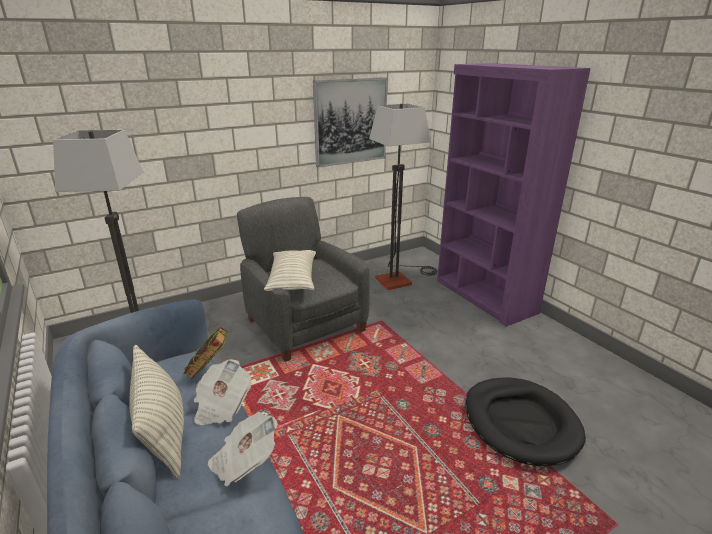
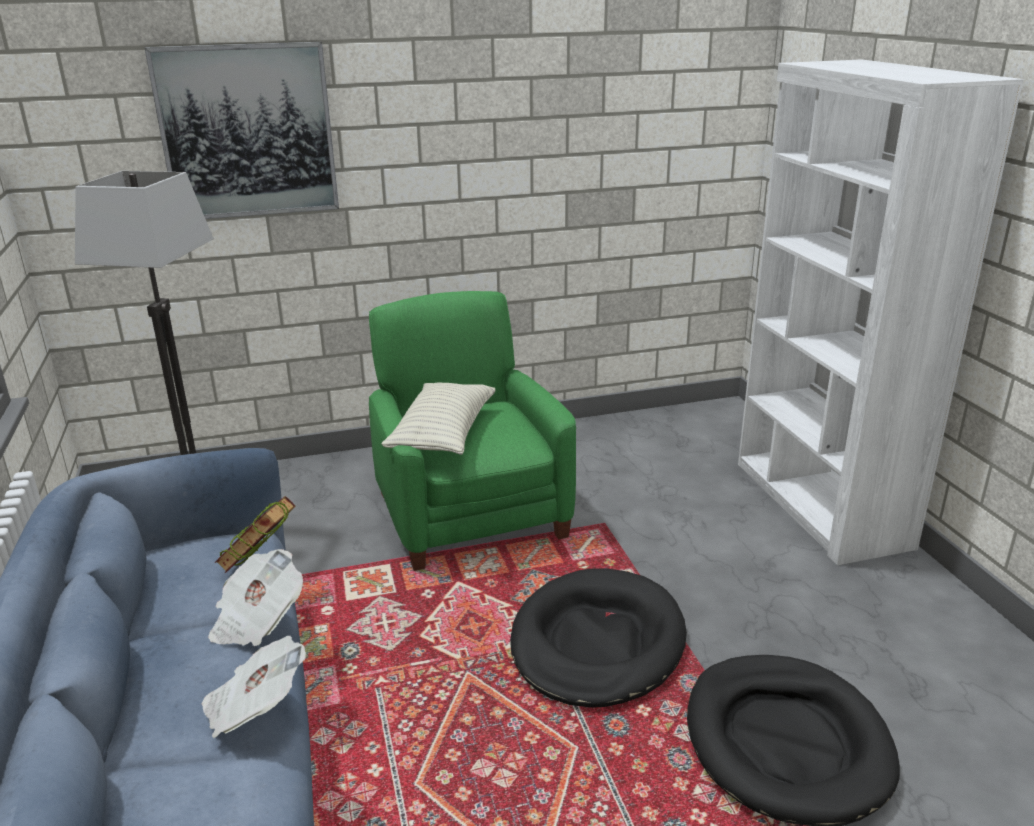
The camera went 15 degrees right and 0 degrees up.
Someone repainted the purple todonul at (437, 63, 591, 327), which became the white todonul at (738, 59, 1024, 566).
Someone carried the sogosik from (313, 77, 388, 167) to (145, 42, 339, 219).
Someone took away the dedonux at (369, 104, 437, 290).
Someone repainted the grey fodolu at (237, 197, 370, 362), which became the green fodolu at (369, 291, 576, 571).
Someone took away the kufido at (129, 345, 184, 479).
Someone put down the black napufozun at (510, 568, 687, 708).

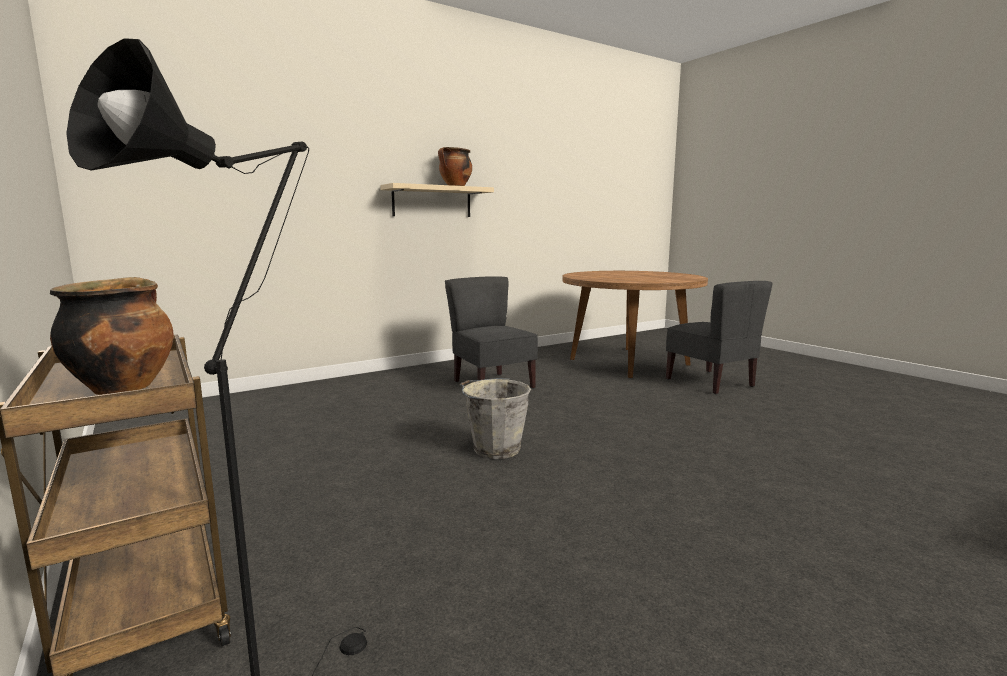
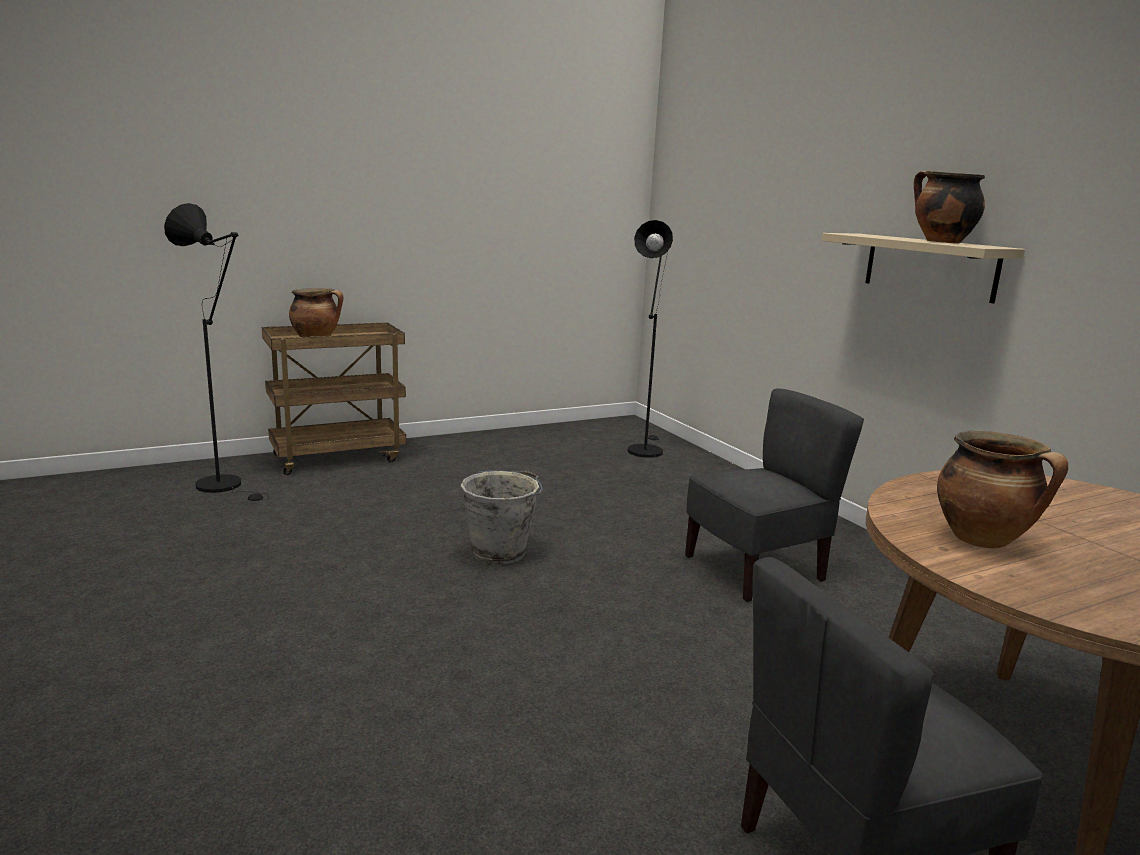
The camera went 95 degrees right and 5 degrees up.
Someone put down the black dedonux at (628, 220, 673, 458).
Someone put down the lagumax at (937, 431, 1068, 548).

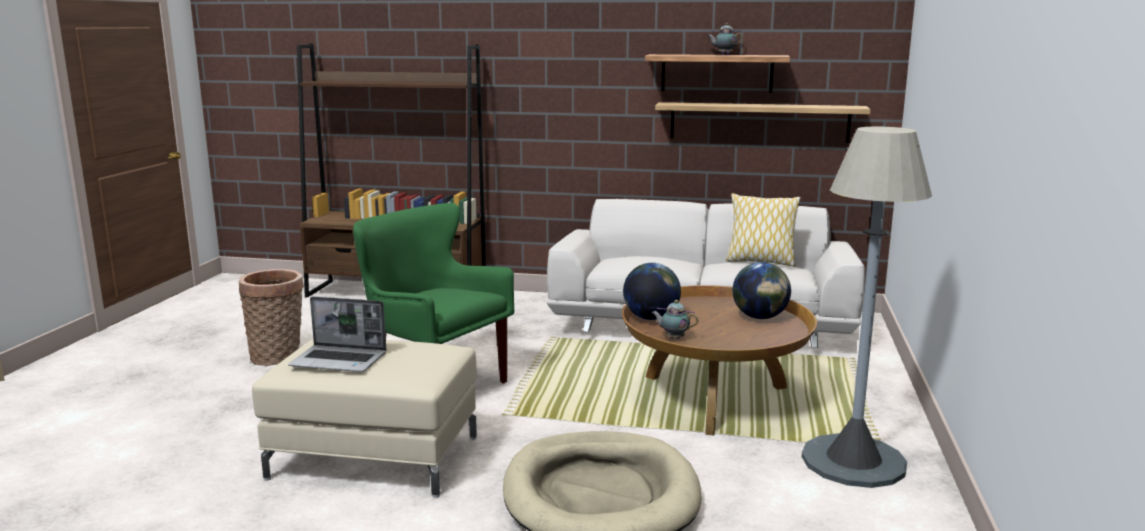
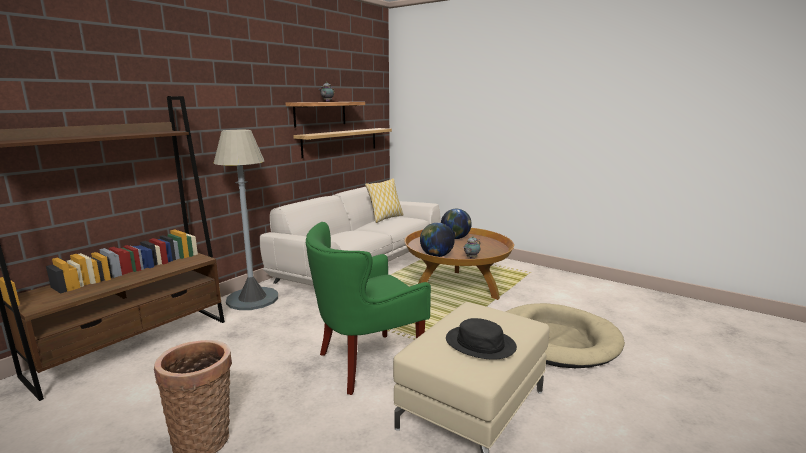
The camera went 65 degrees left and 0 degrees up.
Someone carried the grey dedonux from (802, 127, 932, 488) to (214, 130, 278, 310).
Someone swapped the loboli at (288, 296, 386, 372) for the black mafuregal at (446, 318, 517, 360).

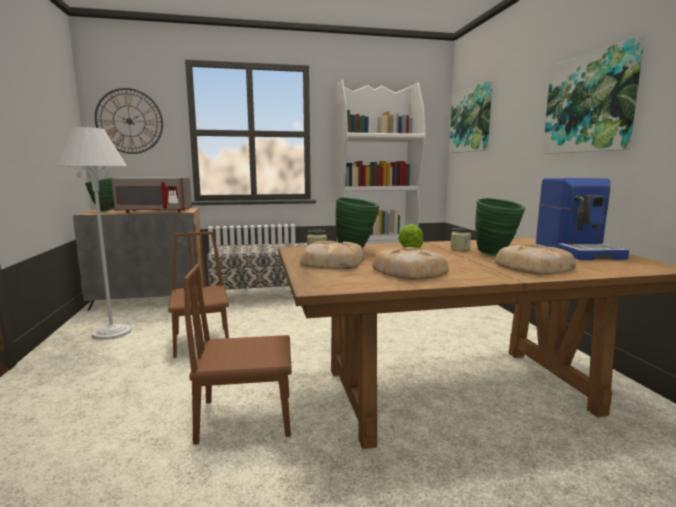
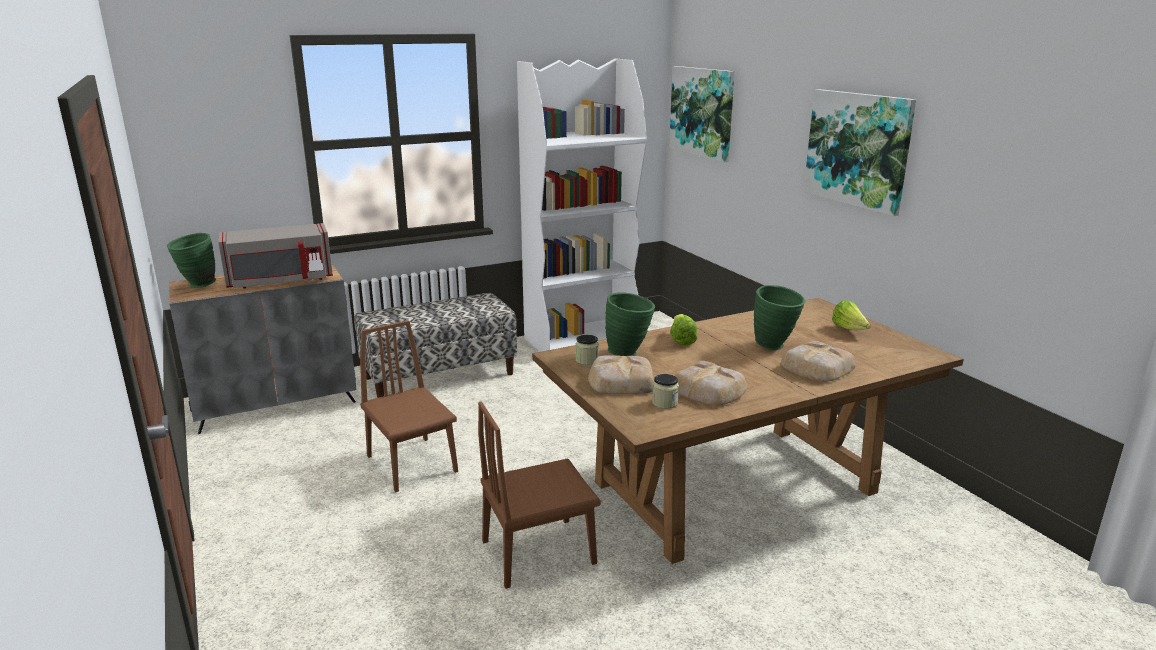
The camera went 15 degrees left and 10 degrees up.
Someone took away the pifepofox at (95, 88, 163, 154).
Someone took away the white dedonux at (57, 127, 132, 340).
Someone swapped the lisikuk at (536, 178, 629, 260) for the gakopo at (832, 300, 871, 330).
Someone carried the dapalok from (450, 228, 471, 251) to (652, 374, 679, 409).

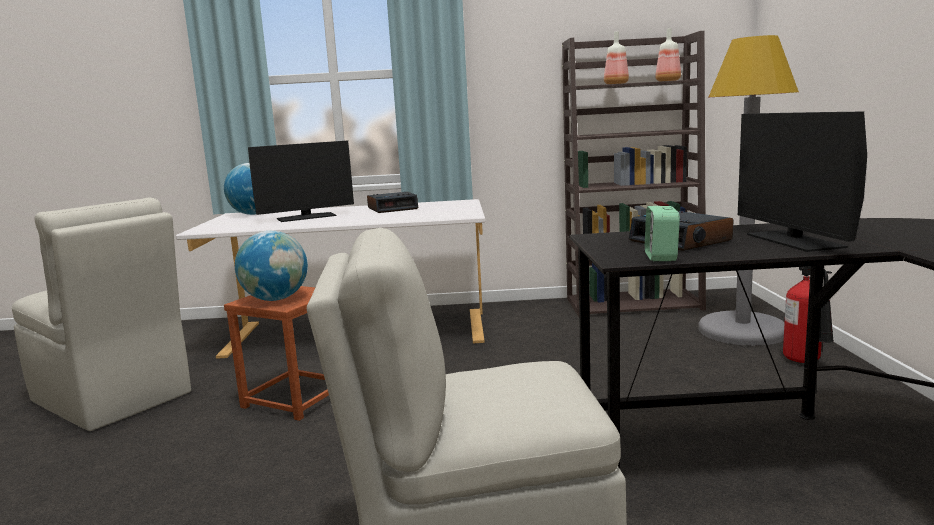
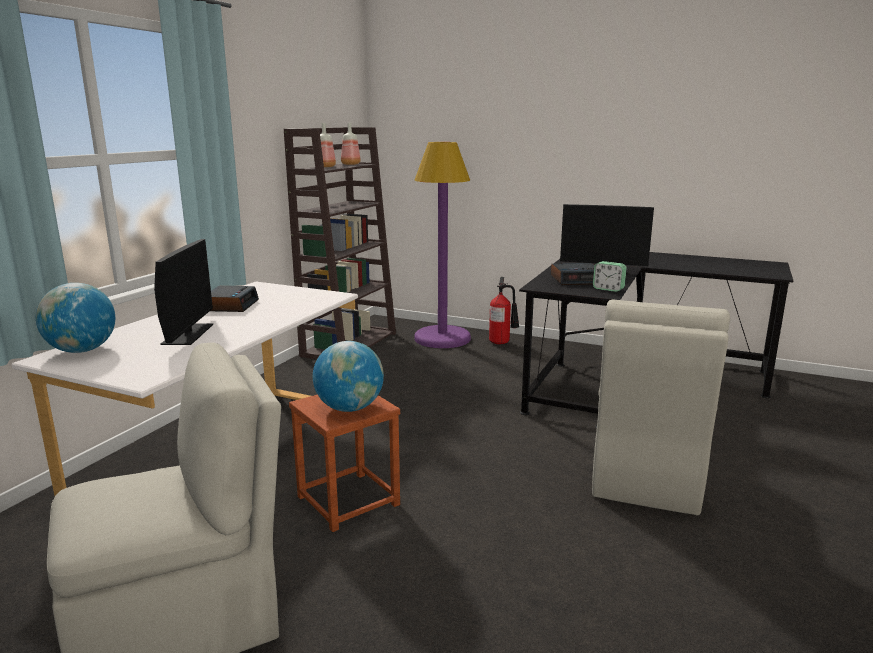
The camera went 65 degrees left and 5 degrees up.
Someone repainted the grey dedonux at (698, 35, 799, 346), which became the purple dedonux at (414, 142, 471, 348).

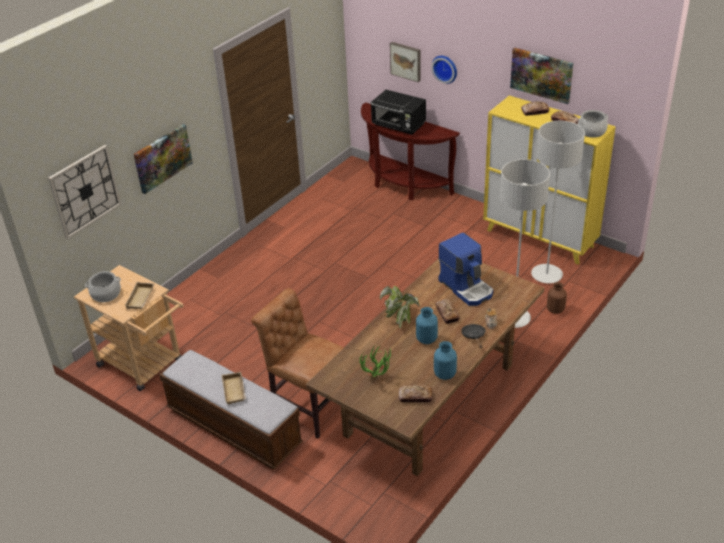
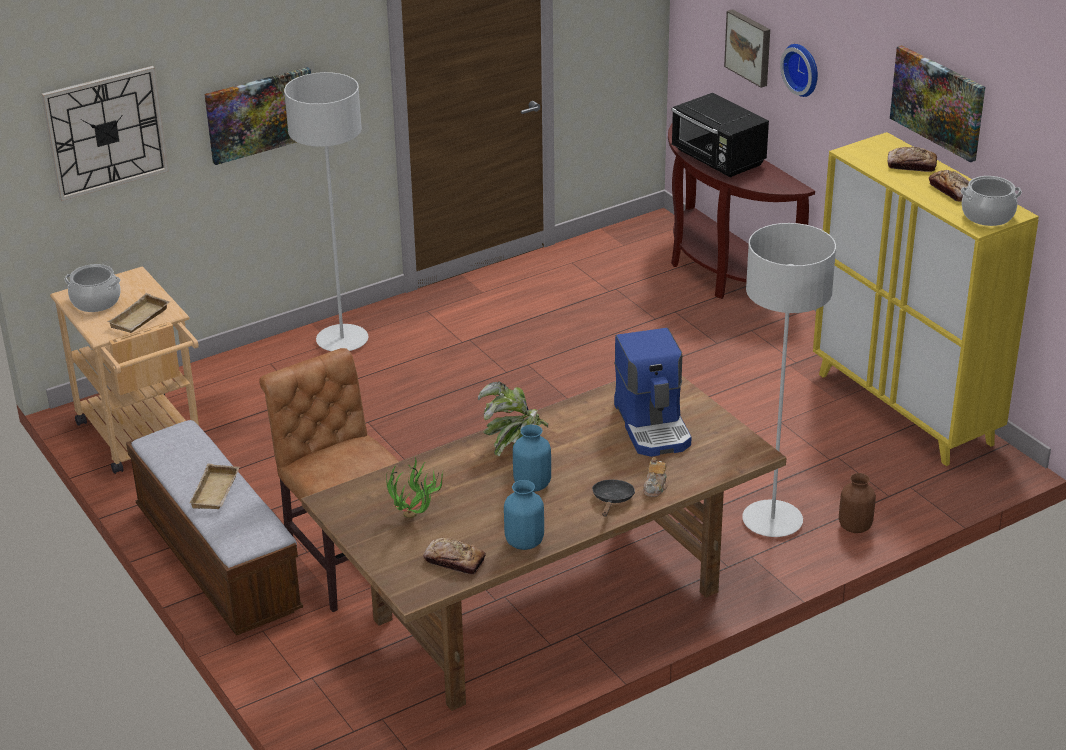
The camera went 20 degrees right and 5 degrees down.
Someone carried the grey dedonux from (531, 121, 585, 283) to (284, 72, 368, 351).
Someone took away the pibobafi at (435, 299, 460, 324).

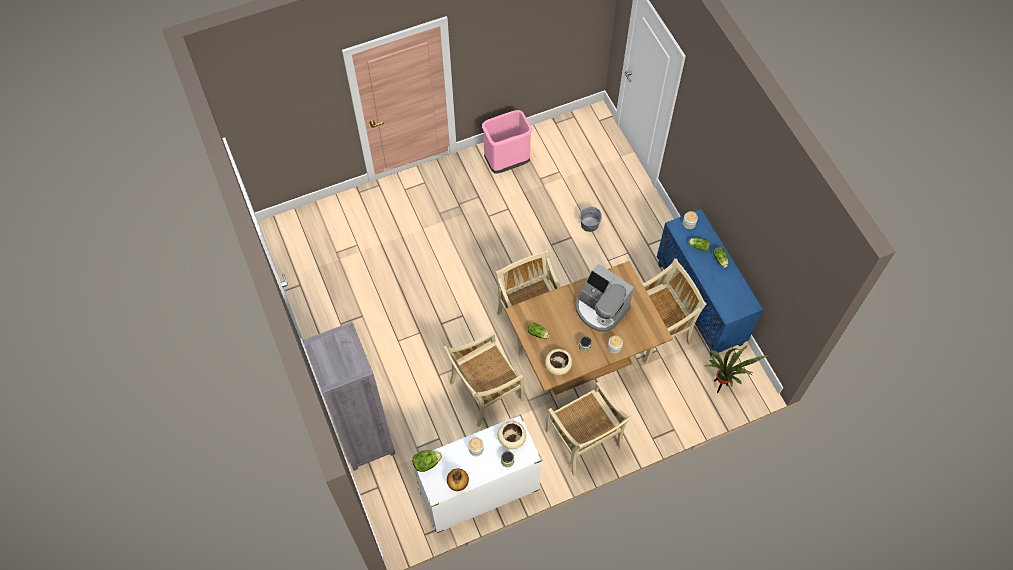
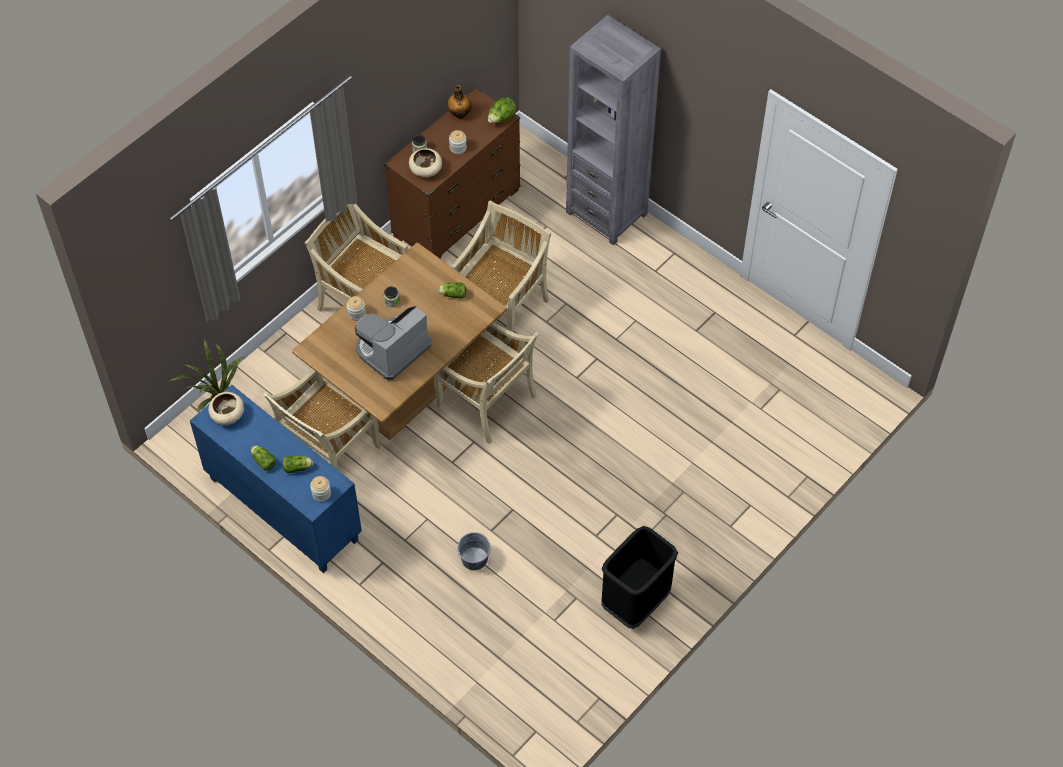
The camera went 155 degrees right and 5 degrees down.
Someone repainted the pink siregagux at (482, 110, 532, 173), which became the black siregagux at (601, 526, 678, 629).
Someone rotated the lisikuk at (576, 264, 634, 332) by 60 degrees counterclockwise.
Someone carried the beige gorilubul from (545, 349, 572, 375) to (208, 392, 244, 425).
Someone repainted the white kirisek at (414, 414, 542, 533), which became the brown kirisek at (384, 88, 521, 259).

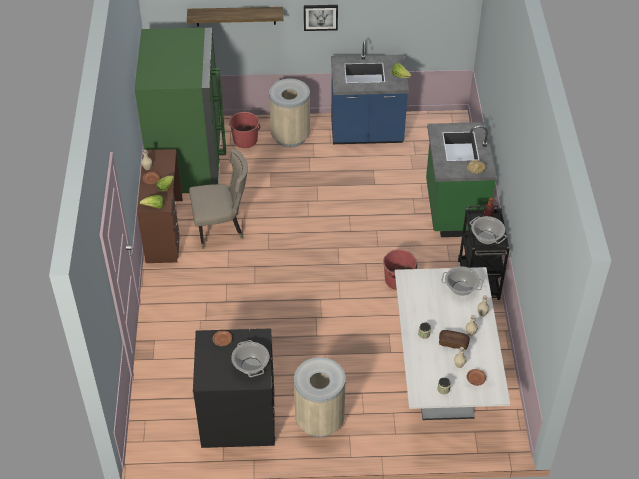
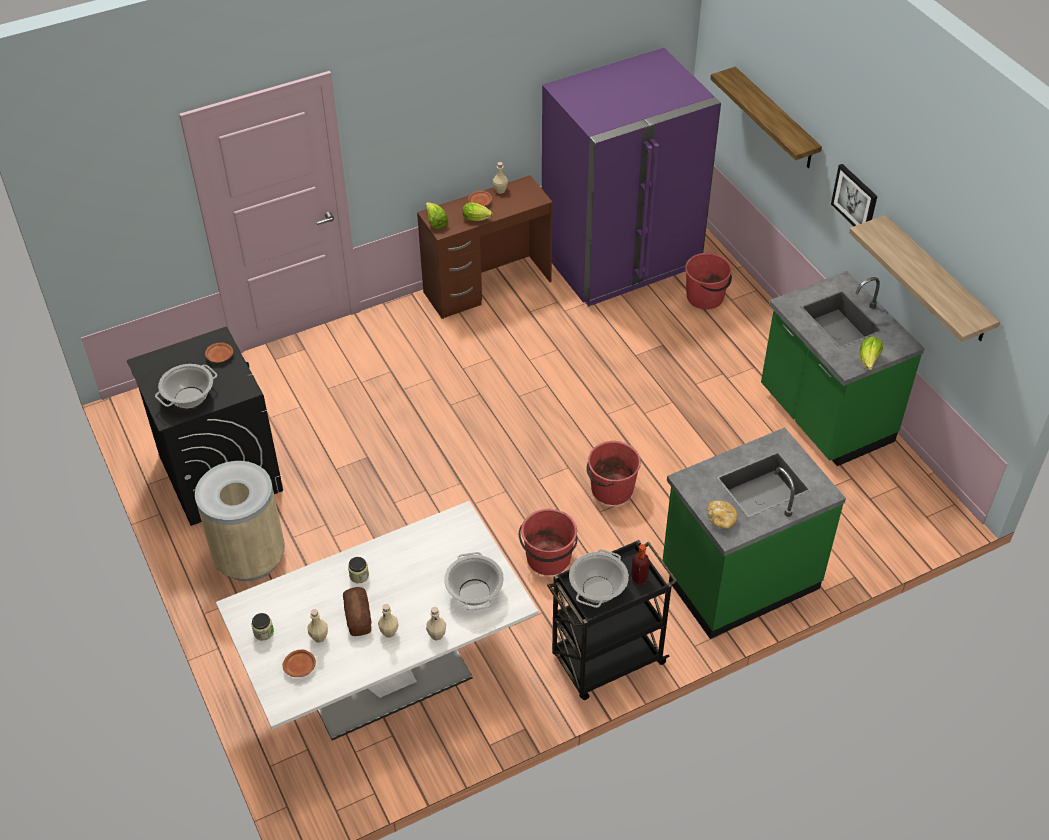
The camera went 65 degrees right and 0 degrees up.
Someone repainted the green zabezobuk at (135, 28, 226, 193), which became the purple zabezobuk at (542, 48, 721, 307).
Someone repainted the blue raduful at (331, 41, 409, 144), which became the green raduful at (761, 271, 925, 466).
Someone took away the beige siregagux at (269, 78, 310, 148).
Someone took away the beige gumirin at (189, 148, 248, 249).
Someone put up the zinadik at (849, 215, 1000, 342).
Someone put down the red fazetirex at (586, 441, 641, 505).

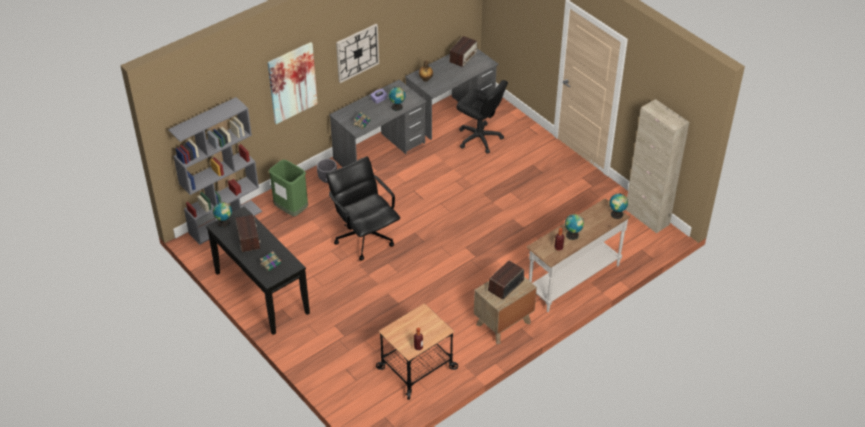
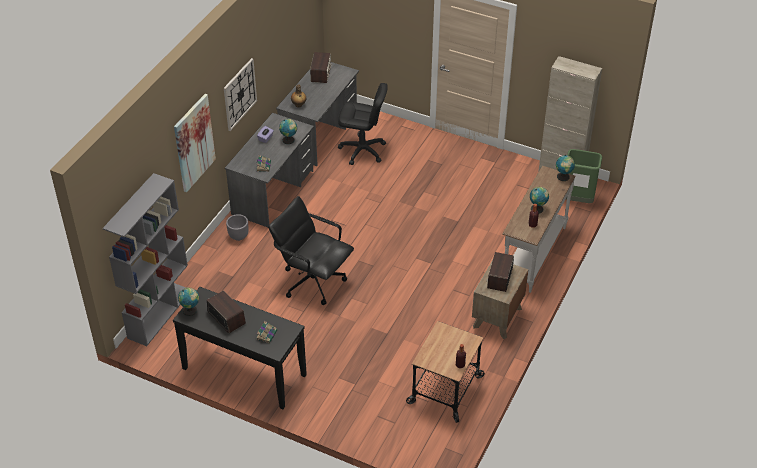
The camera went 25 degrees left and 0 degrees up.
Someone carried the green siregagux from (269, 159, 308, 216) to (566, 149, 602, 203).

